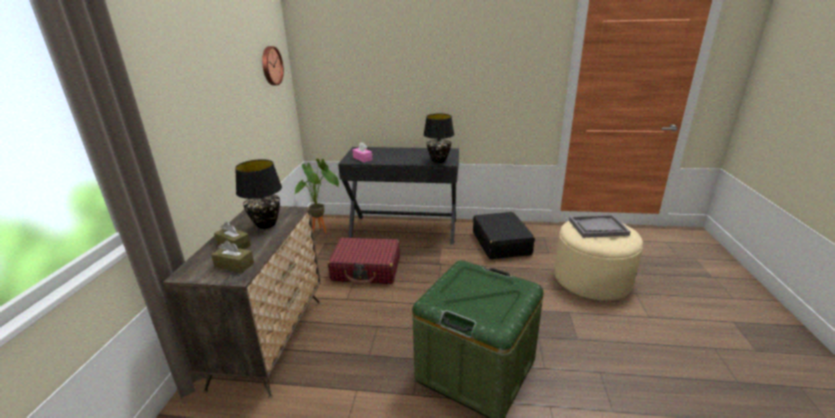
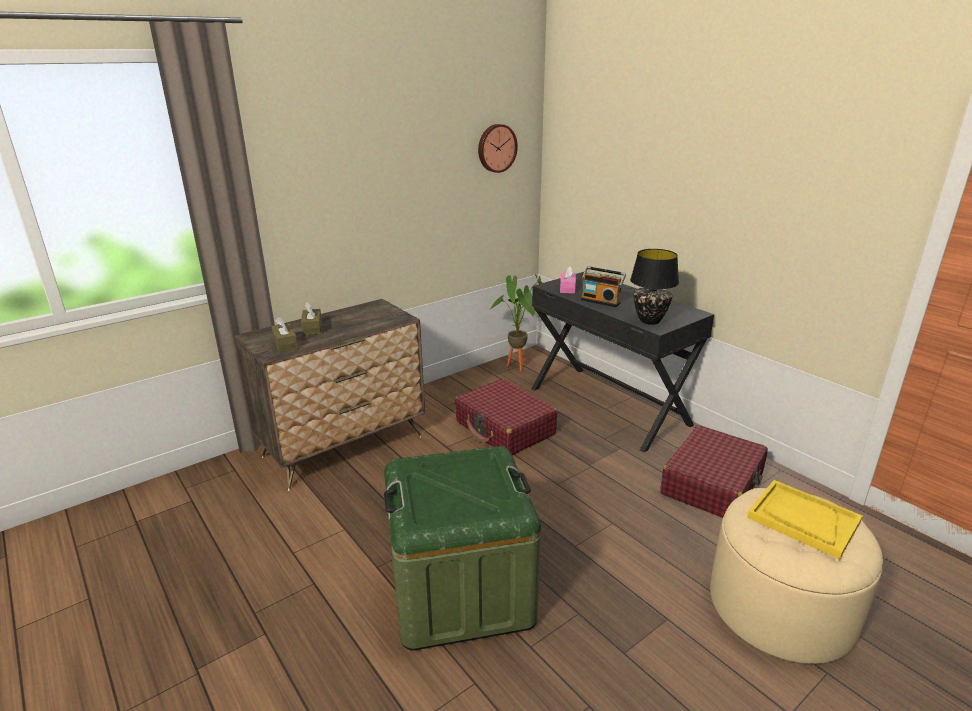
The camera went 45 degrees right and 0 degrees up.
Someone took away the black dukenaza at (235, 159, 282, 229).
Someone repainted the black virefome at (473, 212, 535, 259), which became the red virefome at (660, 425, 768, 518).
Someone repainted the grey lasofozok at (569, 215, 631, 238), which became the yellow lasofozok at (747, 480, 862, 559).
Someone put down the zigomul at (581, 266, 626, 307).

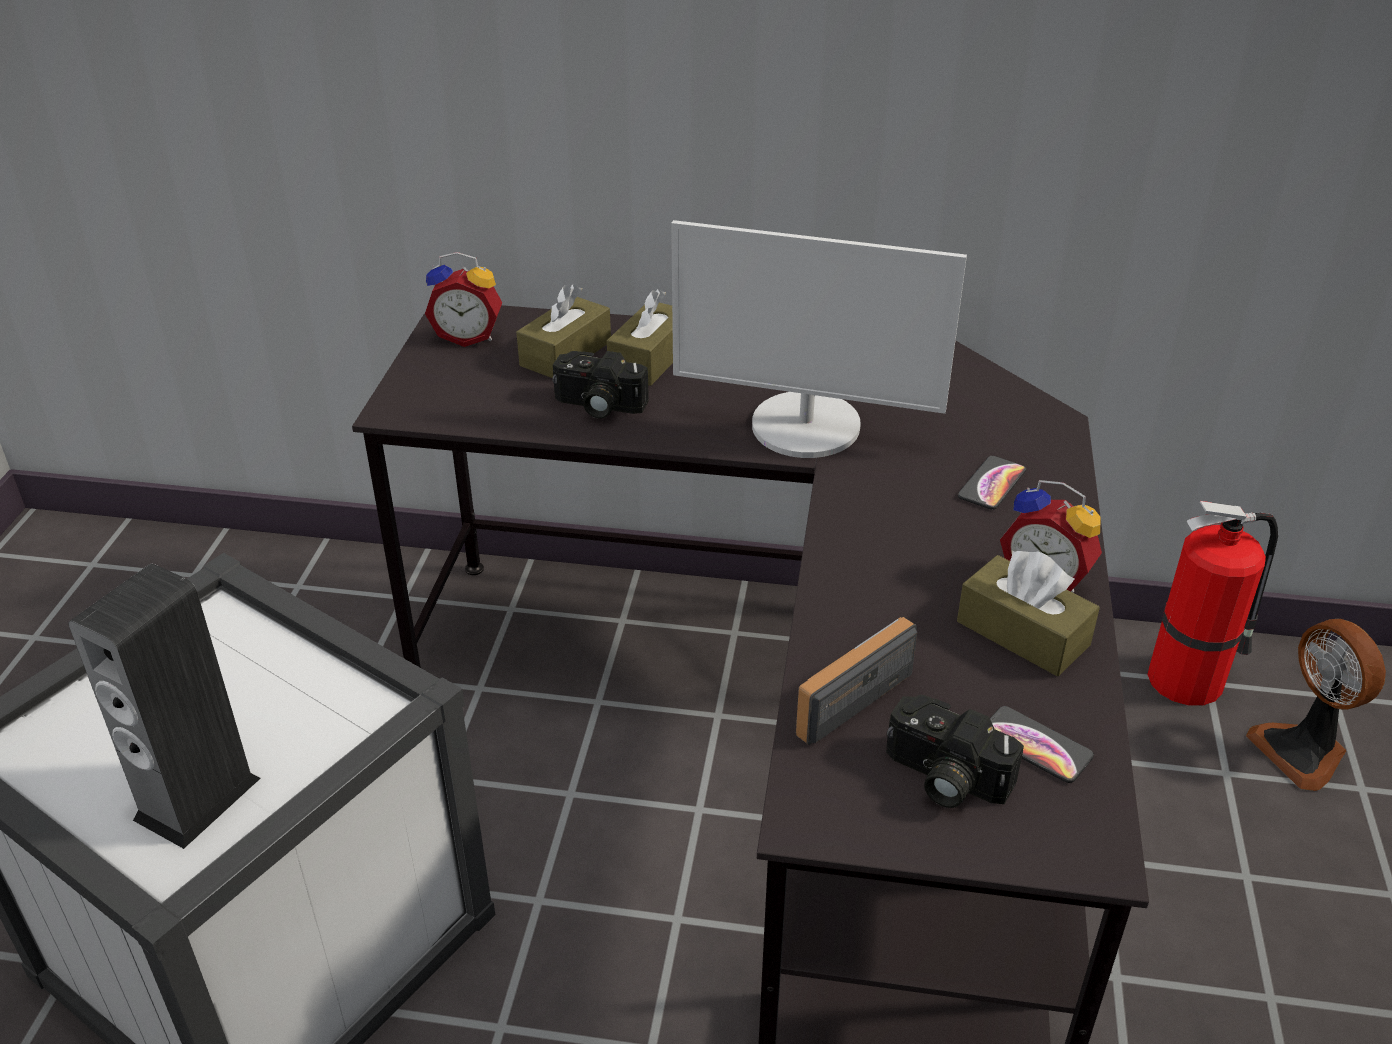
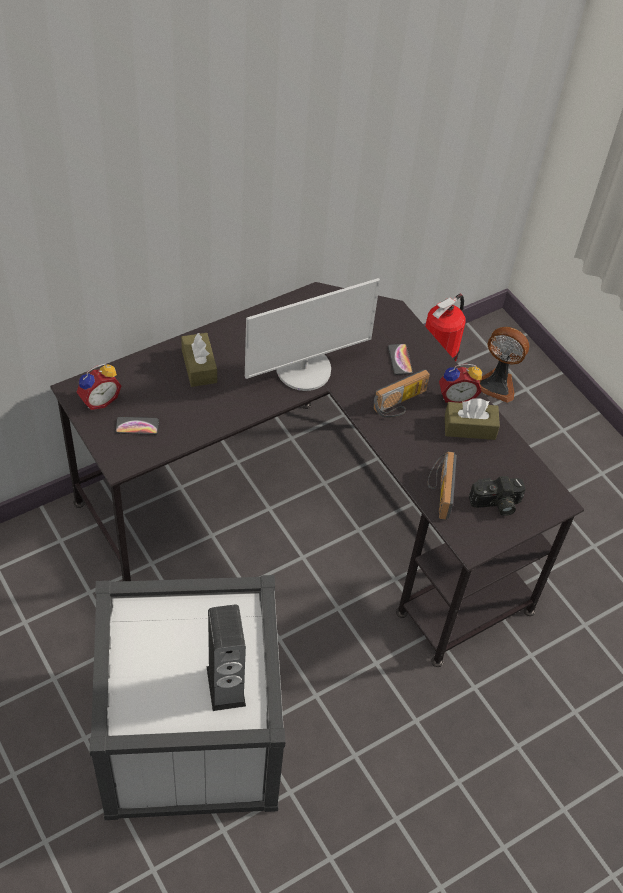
The camera went 45 degrees left and 15 degrees up.
Someone took away the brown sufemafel at (516, 284, 611, 378).
Someone took away the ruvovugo at (552, 351, 649, 419).
Someone carried the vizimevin from (990, 706, 1094, 783) to (115, 417, 159, 435).
Someone put down the zigomul at (373, 369, 430, 418).

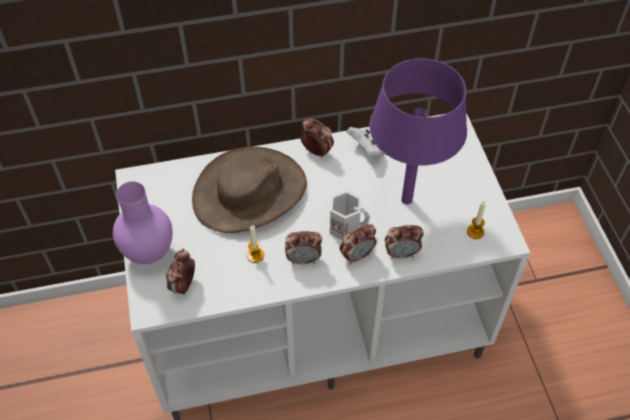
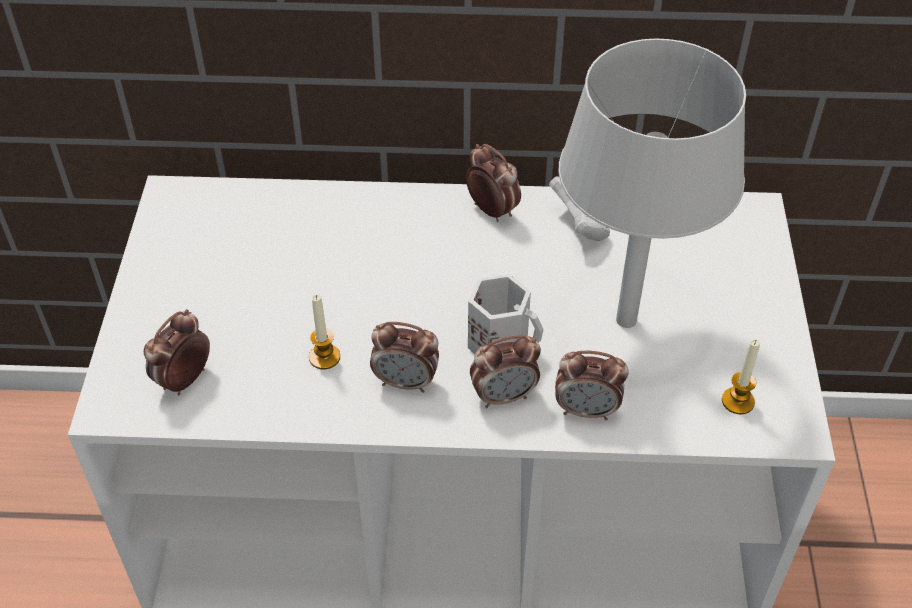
The camera went 15 degrees right and 5 degrees down.
Someone repainted the purple dukenaza at (369, 58, 467, 204), which became the grey dukenaza at (559, 38, 746, 328).
Someone took away the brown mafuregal at (192, 147, 307, 233).
Someone took away the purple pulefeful at (113, 181, 173, 264).

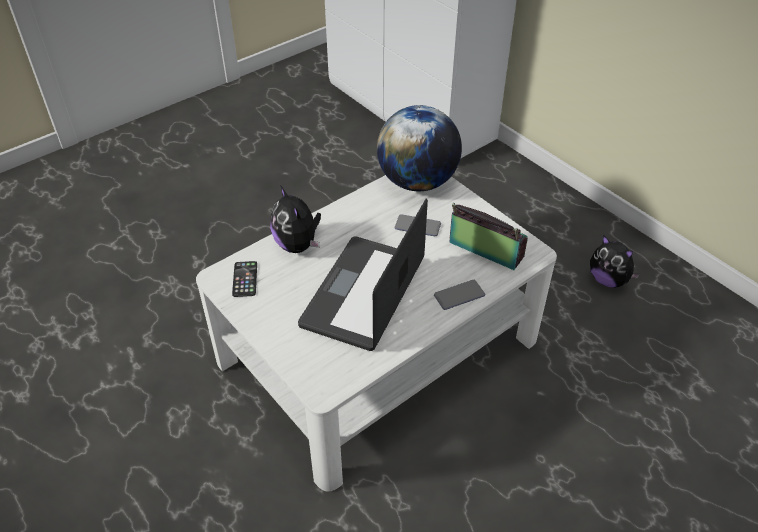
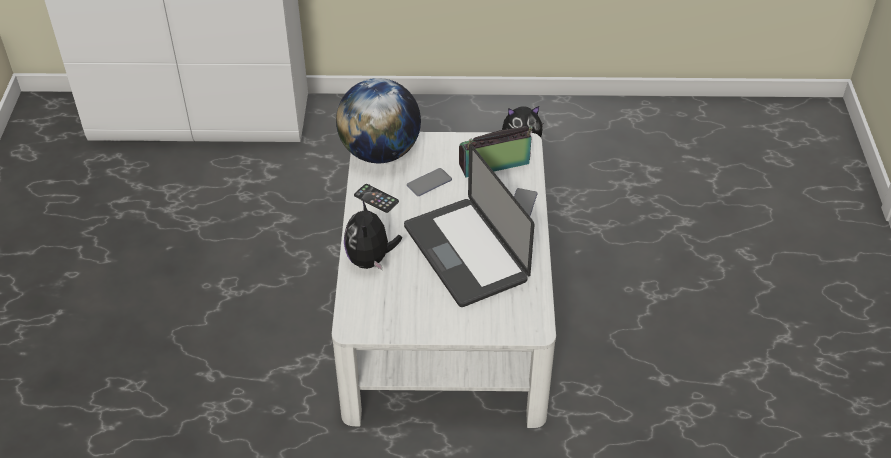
The camera went 50 degrees left and 0 degrees up.
Someone rotated the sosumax at (270, 185, 321, 253) by 75 degrees clockwise.
Someone carried the vizimevin from (232, 261, 257, 297) to (354, 184, 399, 213).

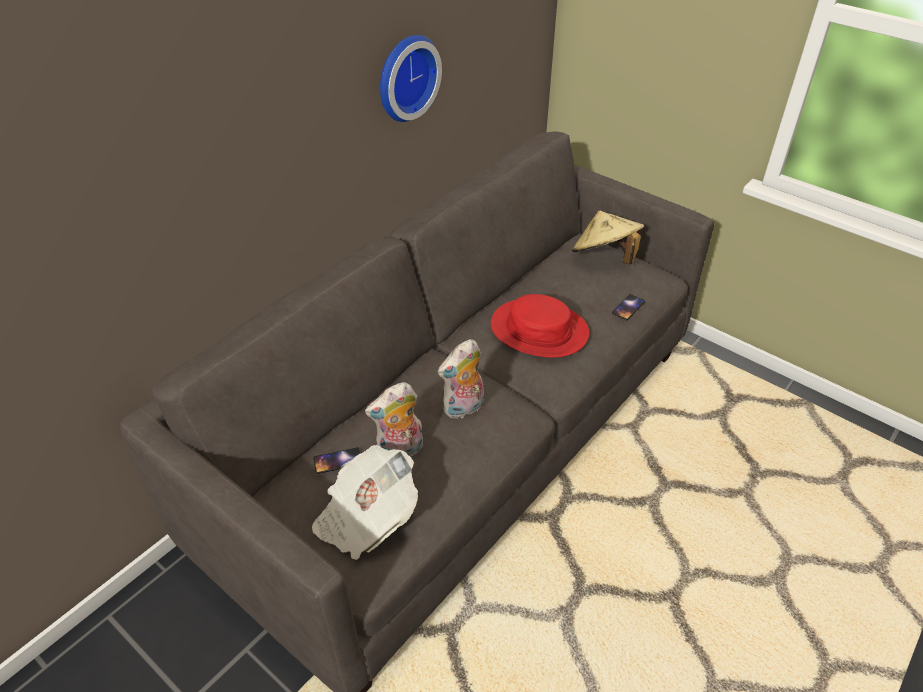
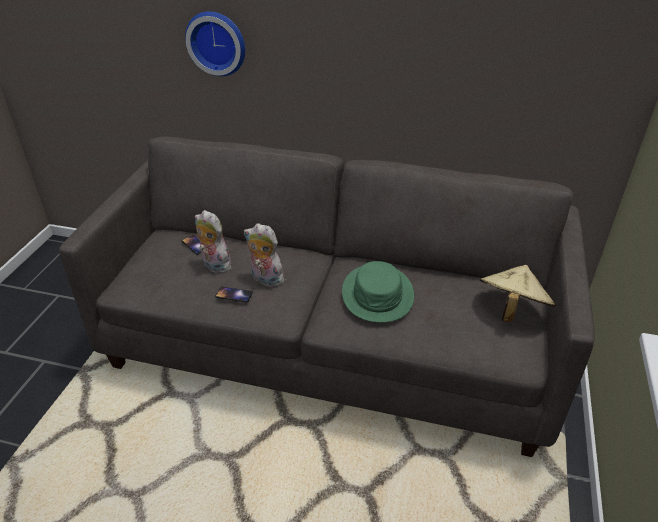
The camera went 65 degrees right and 5 degrees down.
Someone carried the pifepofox from (380, 35, 442, 122) to (185, 11, 245, 76).
Someone repainted the red mafuregal at (491, 294, 589, 357), which became the green mafuregal at (342, 261, 414, 323).
Someone carried the vizimevin from (612, 294, 645, 320) to (215, 287, 253, 302).
Someone took away the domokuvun at (312, 445, 418, 560).

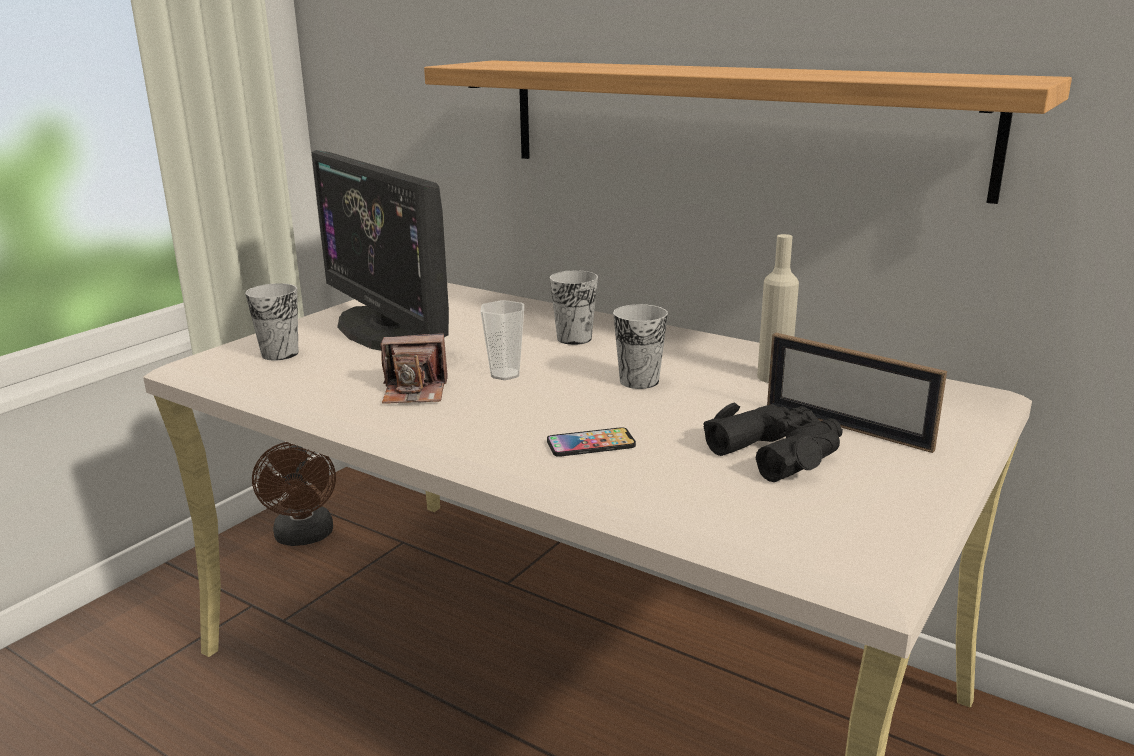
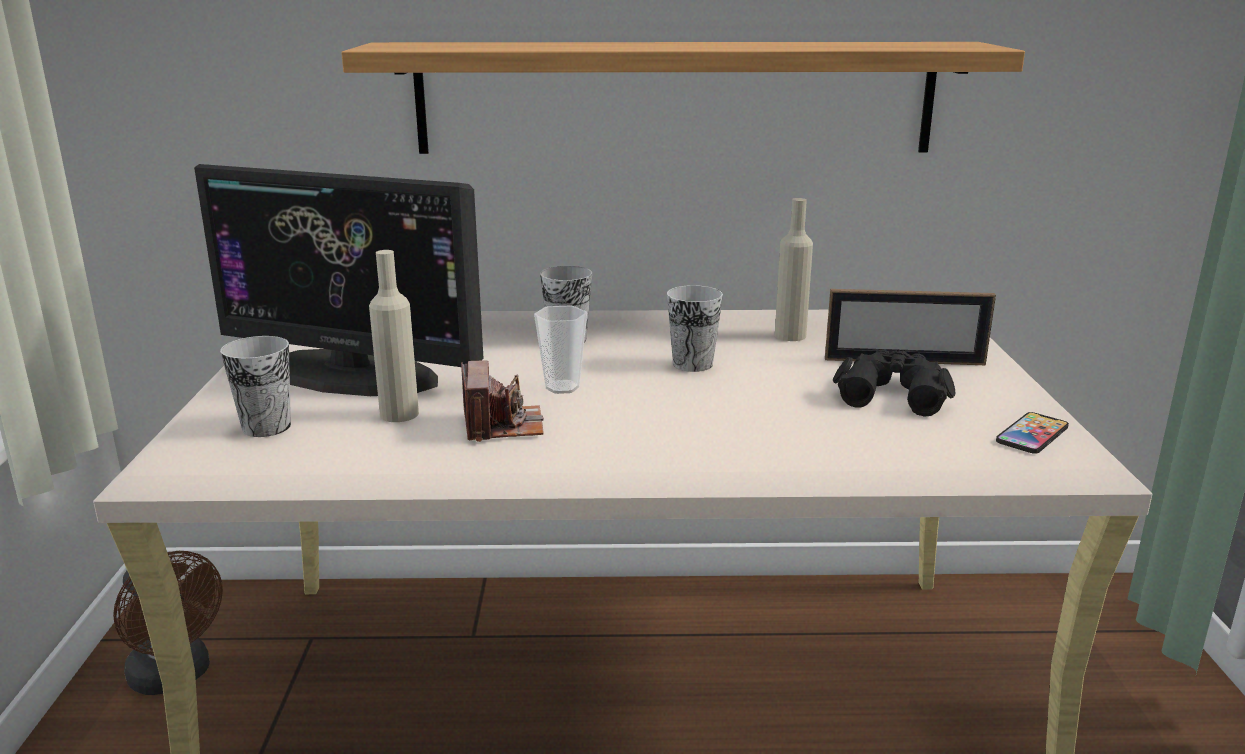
The camera went 35 degrees left and 0 degrees up.
Someone rotated the ruvovugo at (381, 334, 447, 404) by 60 degrees counterclockwise.
Someone carried the vizimevin from (547, 427, 636, 457) to (996, 412, 1069, 454).
Someone put down the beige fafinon at (369, 250, 419, 422).

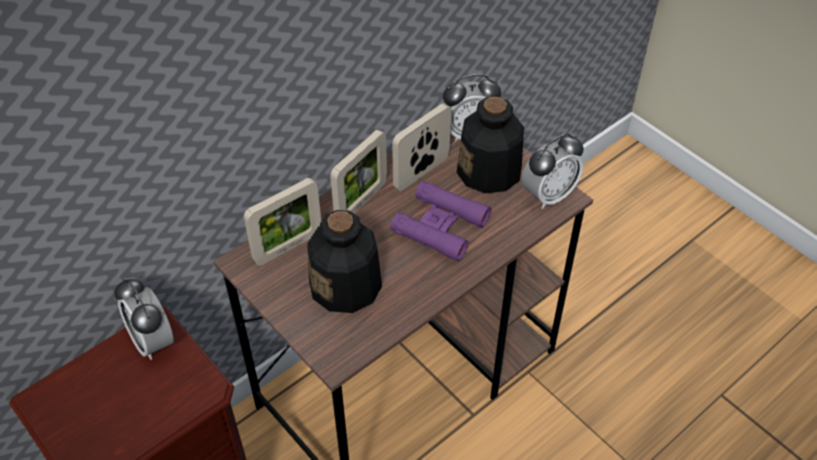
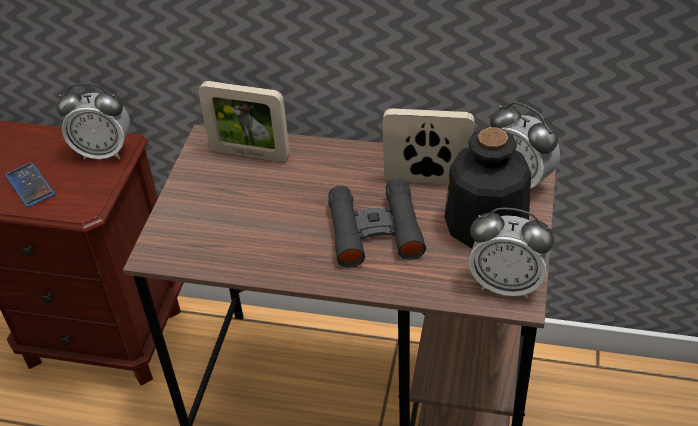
The camera went 55 degrees right and 5 degrees down.
Someone took away the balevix at (330, 129, 387, 214).
Someone repainted the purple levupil at (390, 181, 491, 262), which became the black levupil at (328, 179, 426, 268).
Someone took away the fafinon at (307, 210, 382, 313).
Someone rotated the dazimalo at (114, 278, 174, 360) by 105 degrees counterclockwise.
Someone put down the vizimevin at (5, 163, 55, 207).

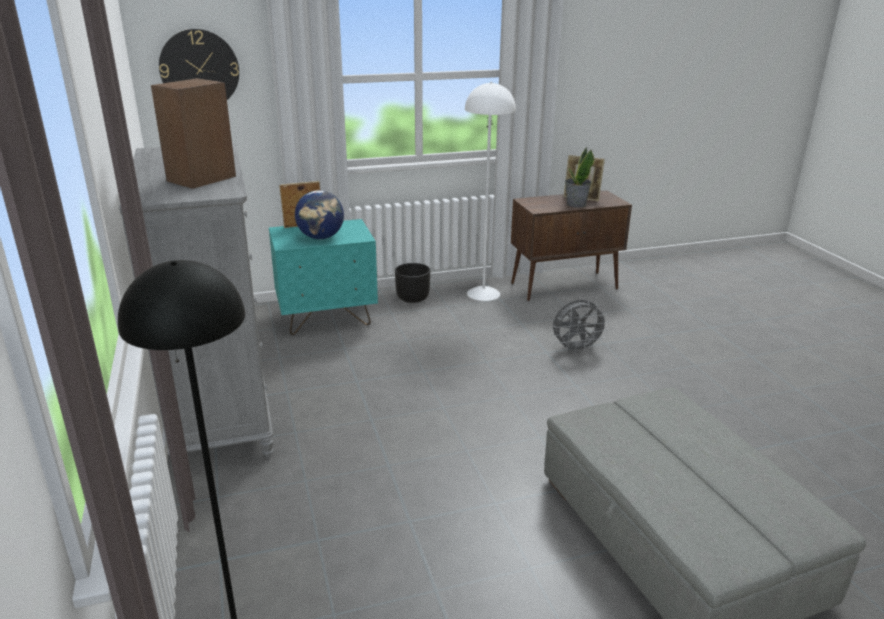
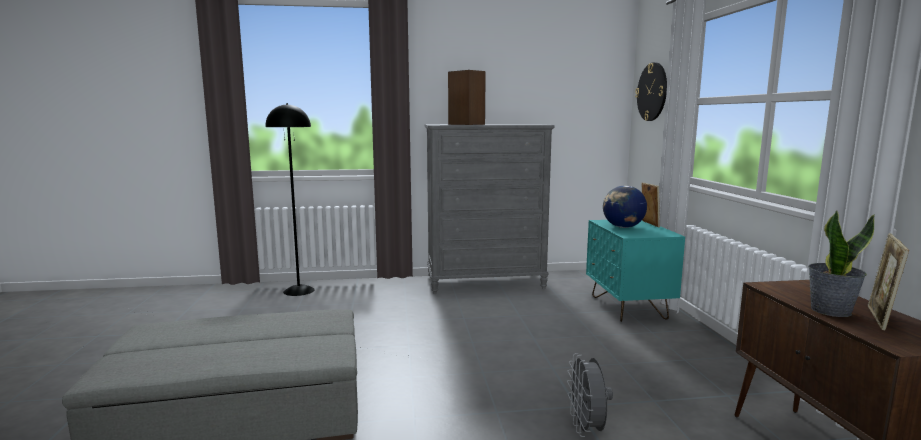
The camera went 100 degrees right and 15 degrees down.
Someone took away the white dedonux at (465, 82, 516, 301).
Someone took away the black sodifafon at (395, 263, 430, 303).

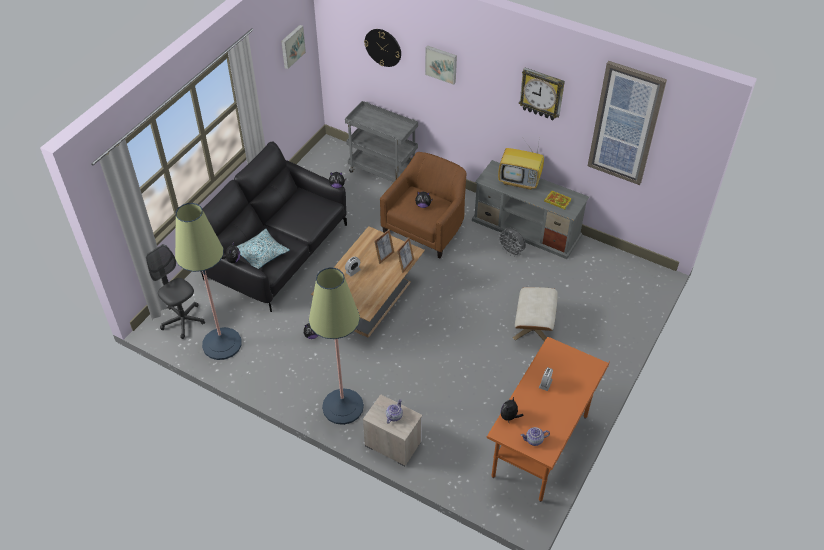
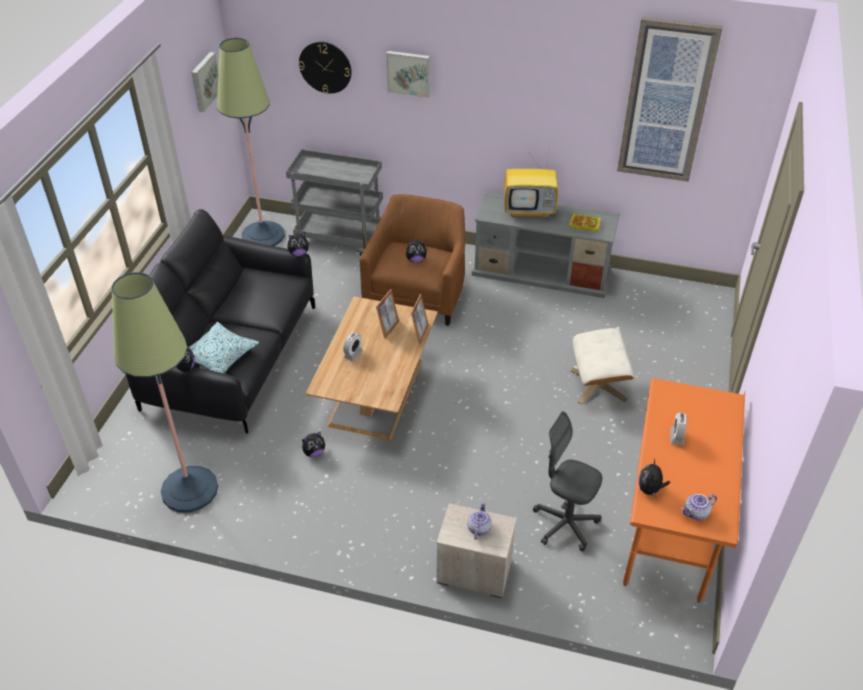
The camera went 15 degrees left and 5 degrees down.
Someone took away the pifepofox at (519, 68, 565, 120).
Someone took away the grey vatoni at (497, 228, 526, 256).
Someone carried the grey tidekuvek from (146, 244, 205, 339) to (533, 411, 602, 551).
Someone carried the dedonux from (309, 267, 364, 425) to (217, 38, 285, 246).

